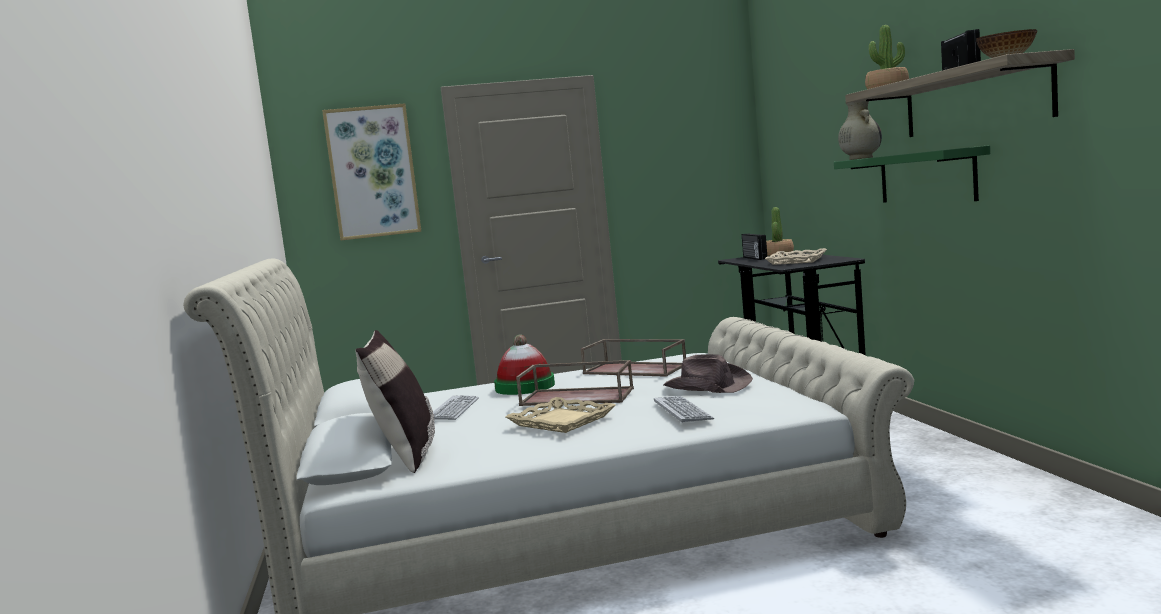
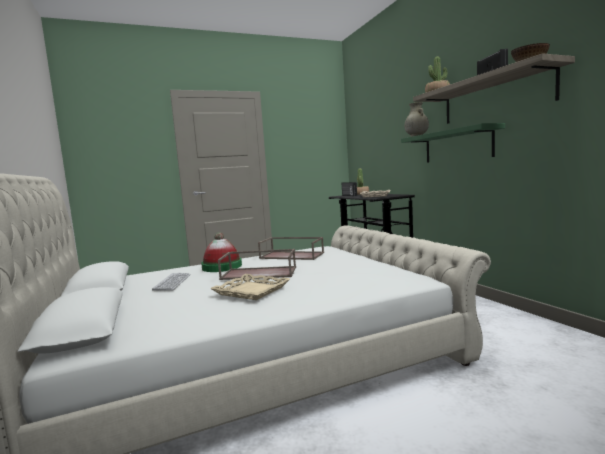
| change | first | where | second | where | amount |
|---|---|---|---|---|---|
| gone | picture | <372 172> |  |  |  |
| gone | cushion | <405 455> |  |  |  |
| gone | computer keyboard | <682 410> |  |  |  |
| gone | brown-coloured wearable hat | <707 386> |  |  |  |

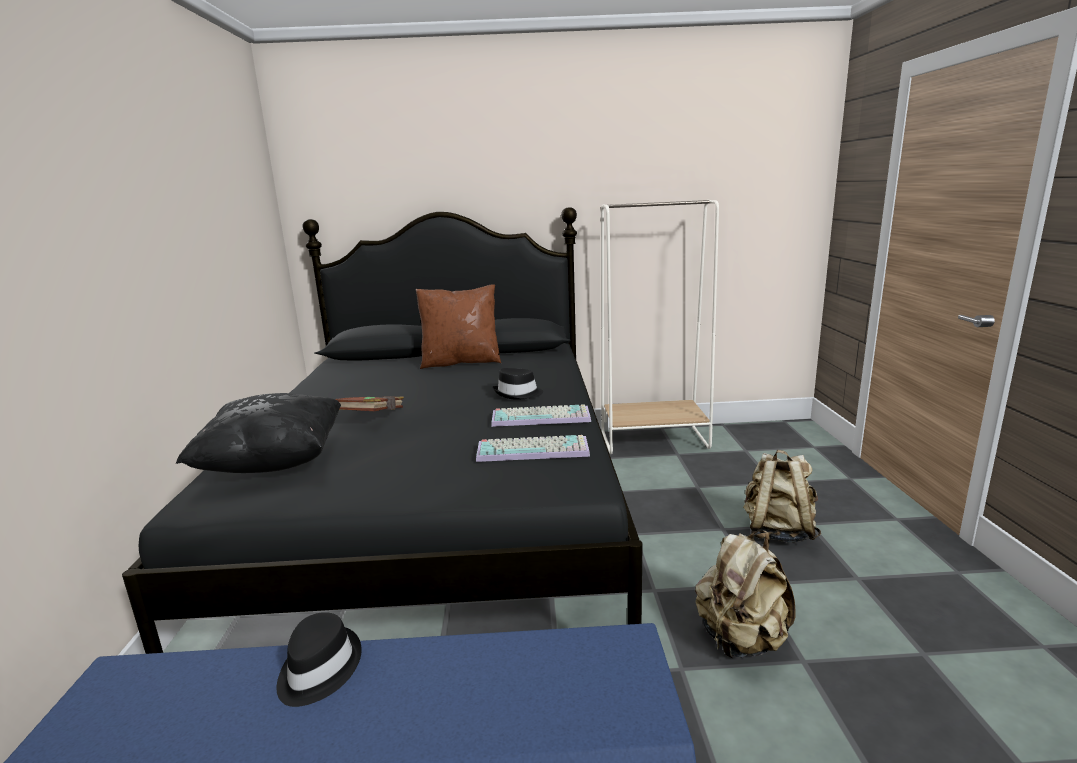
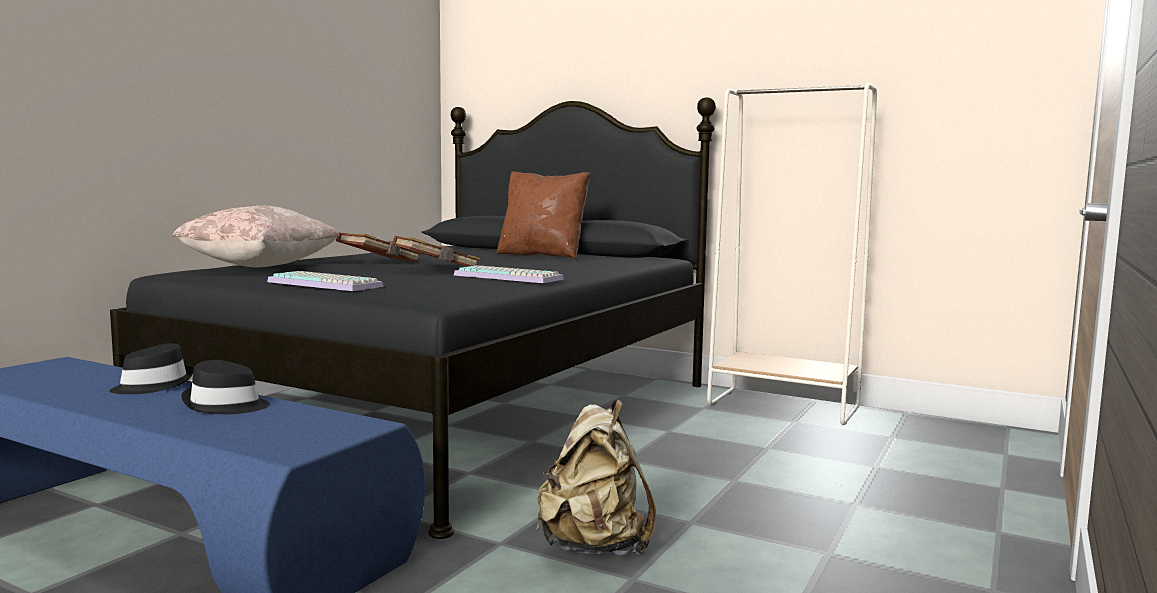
| change | first | where | second | where | amount |
|---|---|---|---|---|---|
| repainted | blackish cushion | <274 462> | sand-coloured cushion | <260 266> |  |
| shifted | blackish wearable hat | <518 394> |  | <226 405> |  |
| shifted | computer keyboard | <534 449> |  | <327 284> |  |
| new |  |  | brown-coloured volume | <436 268> |  |
| gone | sand-coloured backpack | <777 531> |  |  |  |

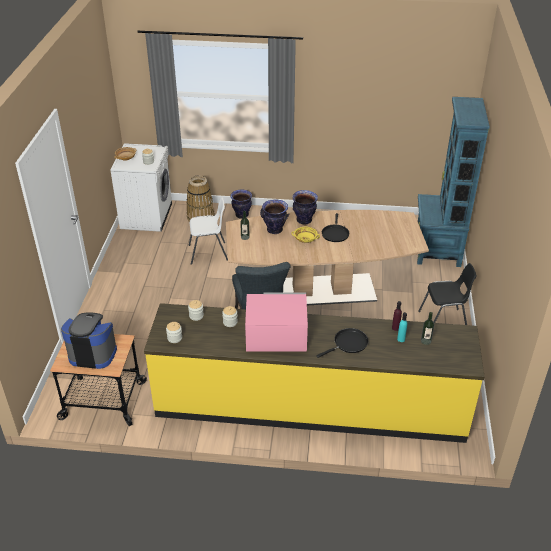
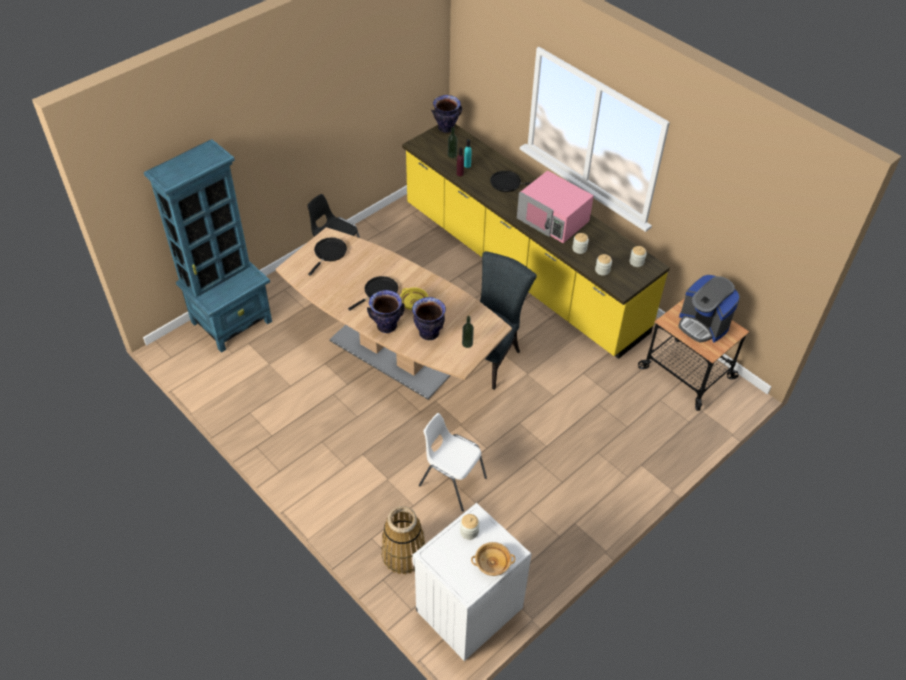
| change | first | where | second | where | amount |
|---|---|---|---|---|---|
| new |  |  | blackish frying pan | <329 253> |  |
| shifted | flower vase | <241 215> |  | <446 128> |  |

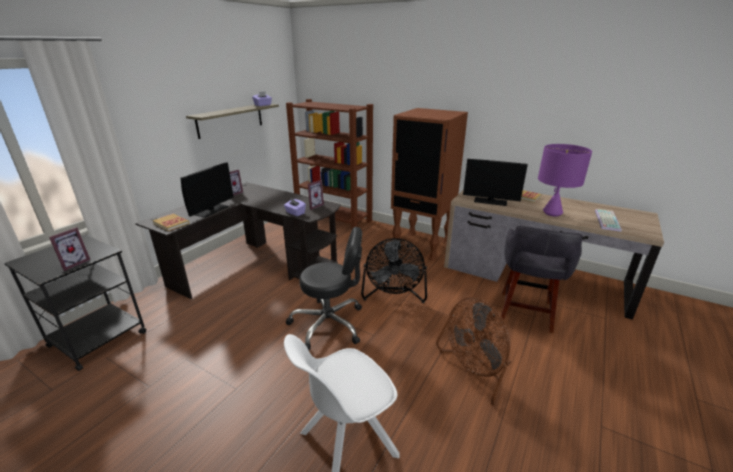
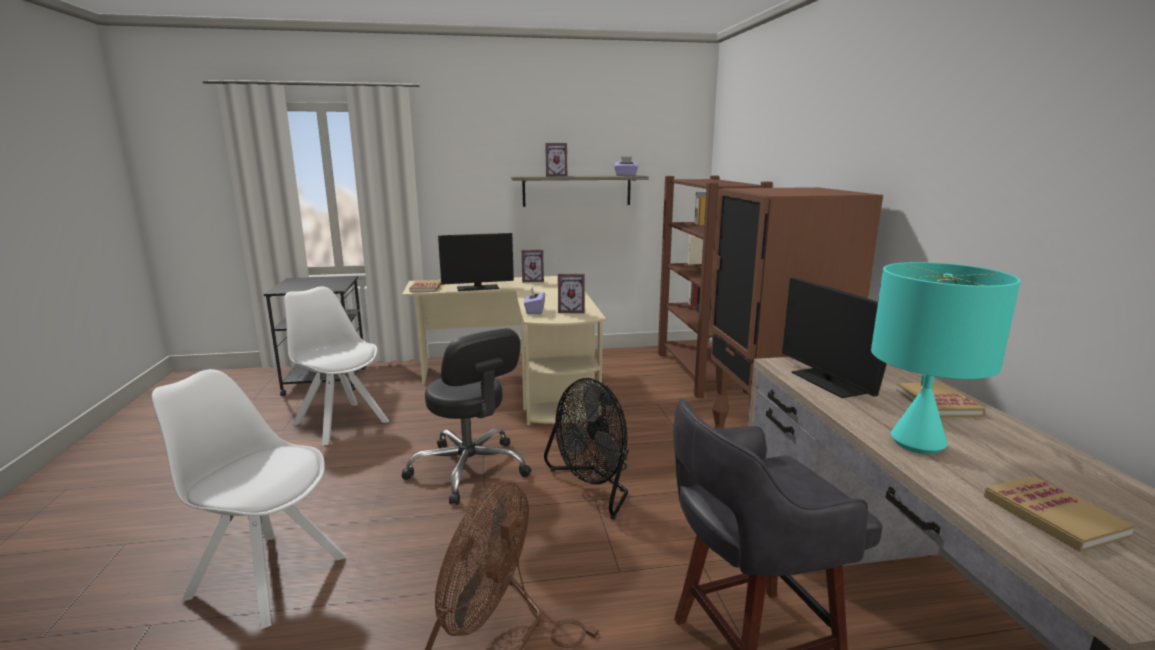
| change | first | where | second | where | amount |
|---|---|---|---|---|---|
| new |  |  | whitish plain chair | <340 422> |  |
| repainted | blackish desk table | <256 266> | sand-coloured desk table | <521 383> |  |
| shifted | standing frame | <73 263> |  | <555 176> |  |
| repainted | purplish table lamp | <552 213> | turquoise-coloured table lamp | <917 445> |  |
| swapped | computer keyboard | <606 220> | volume | <1053 516> |  |

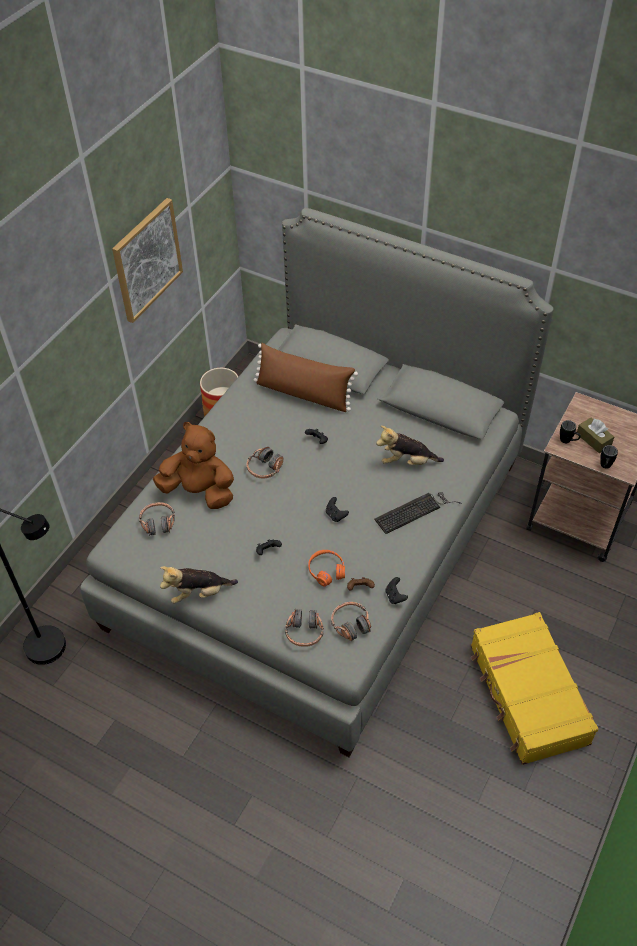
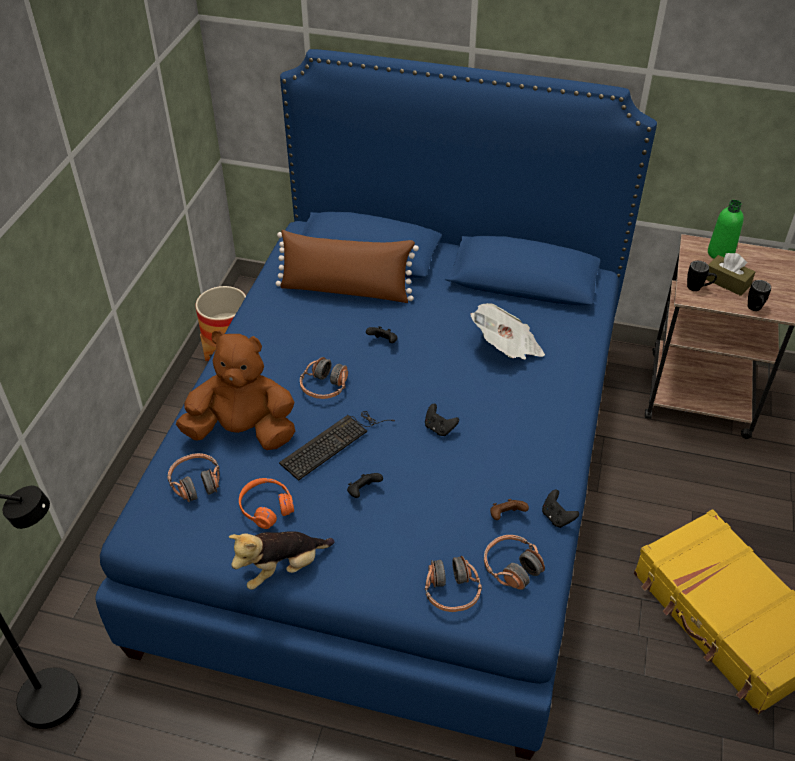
| change | first | where | second | where | amount |
|---|---|---|---|---|---|
| repainted | gray sleeping bed | <319 540> | blue sleeping bed | <396 479> |  |
| shifted | orange-coloured headset | <326 571> |  | <266 508> |  |
| shifted | computer keyboard | <415 511> |  | <334 442> |  |
| swapped | plush toy | <407 462> | newspaper | <507 347> |  |
| new |  |  | greenish drink bottle | <720 253> |  |
| gone | picture | <146 260> |  |  |  |

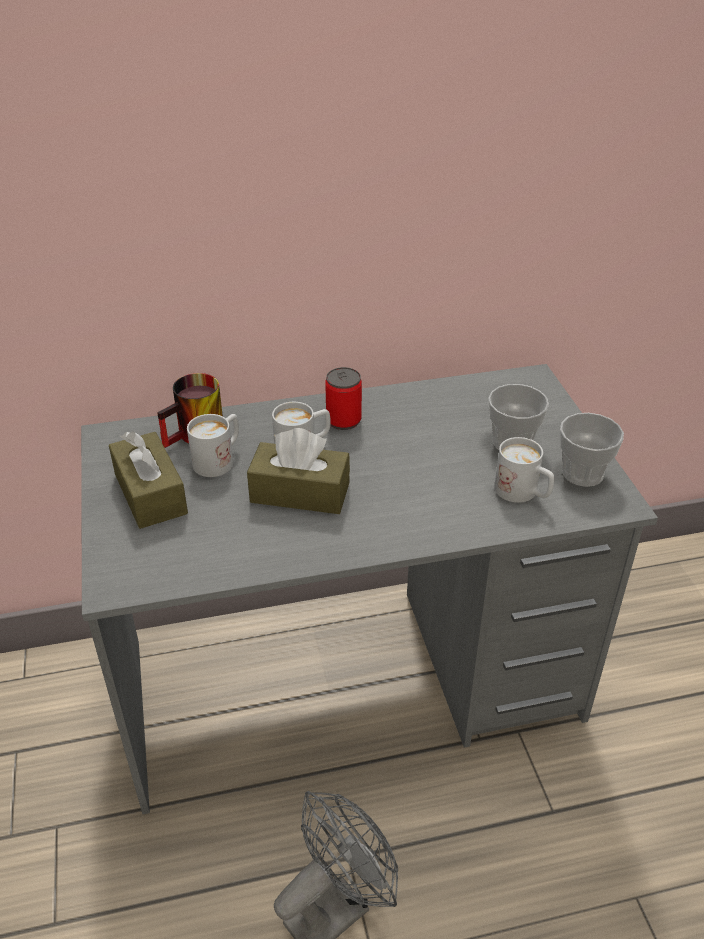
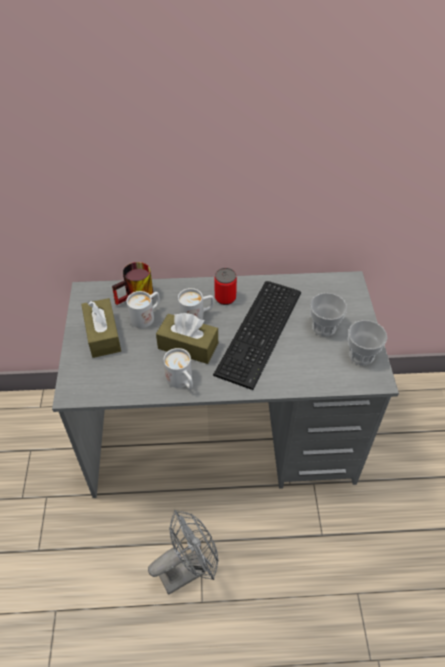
| change | first | where | second | where | amount |
|---|---|---|---|---|---|
| shifted | whitish tea mug | <523 493> |  | <182 381> |  |
| new |  |  | computer keyboard | <262 331> |  |

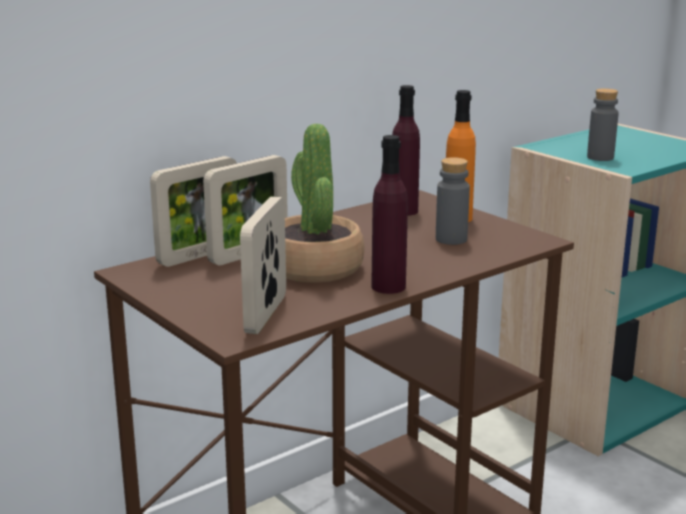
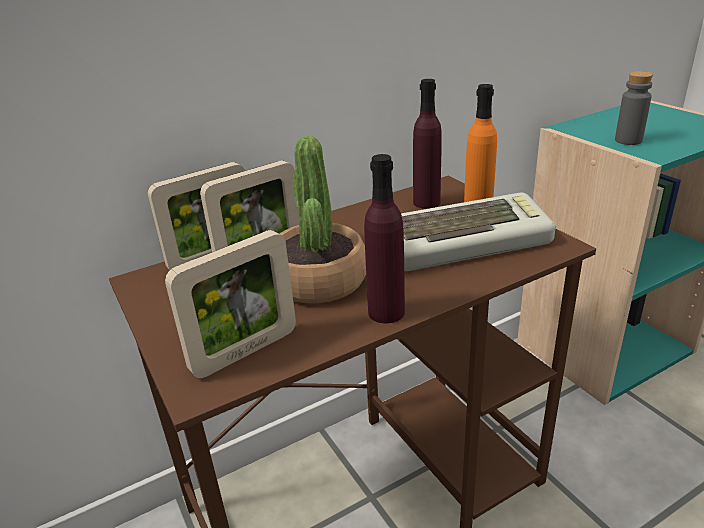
| change | first | where | second | where | amount |
|---|---|---|---|---|---|
| rotated | standing frame | <266 314> |  | <245 352> | 150 degrees counterclockwise |
| swapped | gray drink bottle | <451 239> | computer keyboard | <466 242> |  |

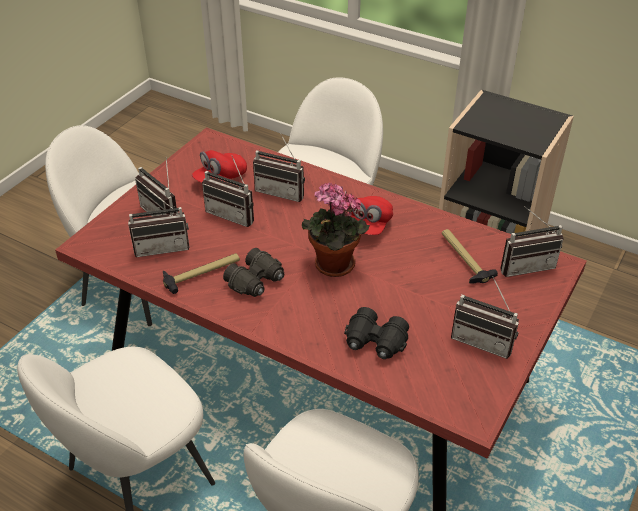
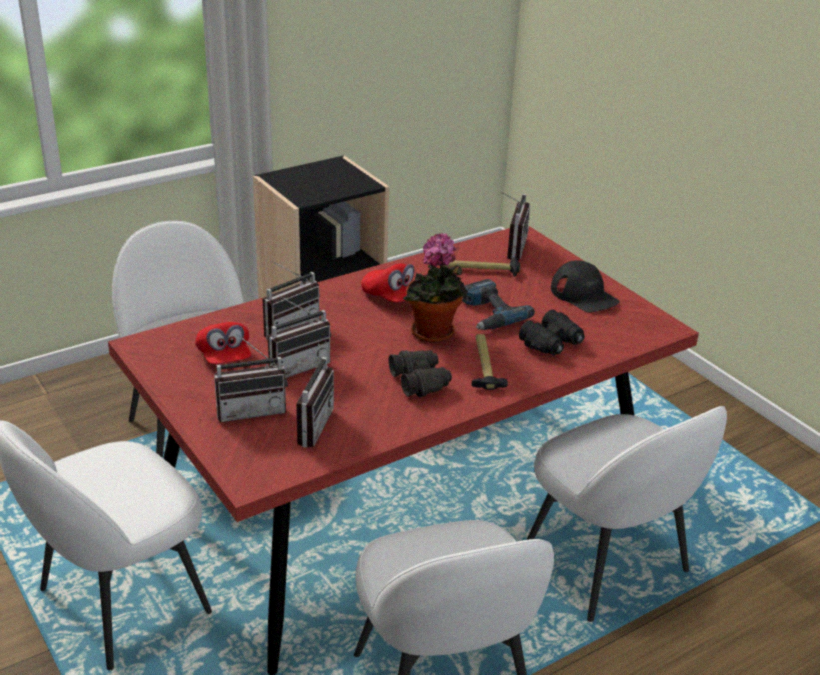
| change | first | where | second | where | amount |
|---|---|---|---|---|---|
| new |  |  | power drill | <488 313> |  |
| shifted | tool hammer | <202 274> |  | <484 366> |  |
| swapped | radio set | <484 340> | blackish baseball cap | <584 295> |  |

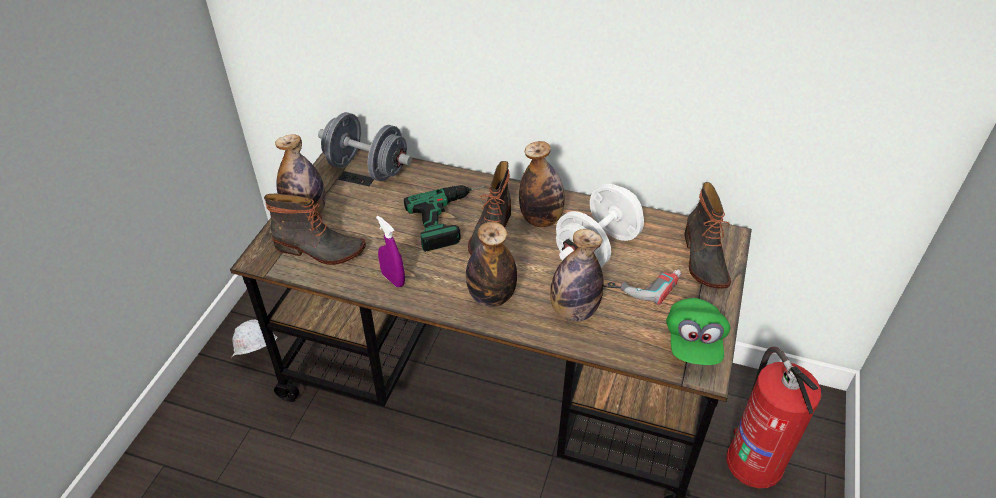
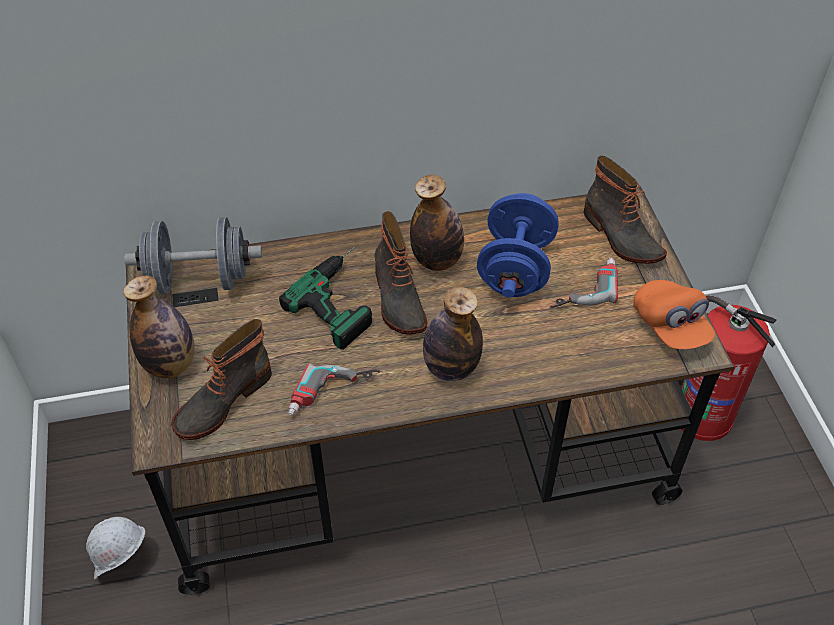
| change | first | where | second | where | amount |
|---|---|---|---|---|---|
| rotated | high-top boot | <319 250> |  | <222 400> | 150 degrees clockwise |
| swapped | purplish hand sprayer | <393 279> | power drill | <333 396> |  |
| repainted | whitish dumbbell | <597 248> | blue dumbbell | <515 268> |  |
| repainted | greenish baseball cap | <693 342> | orange-coloured baseball cap | <670 326> |  |
| gone | drink bottle | <573 311> |  |  |  |

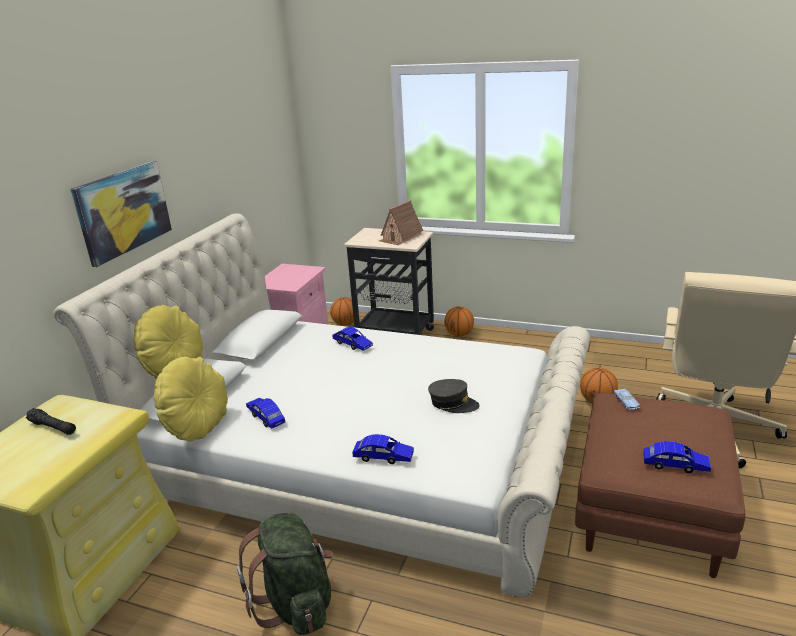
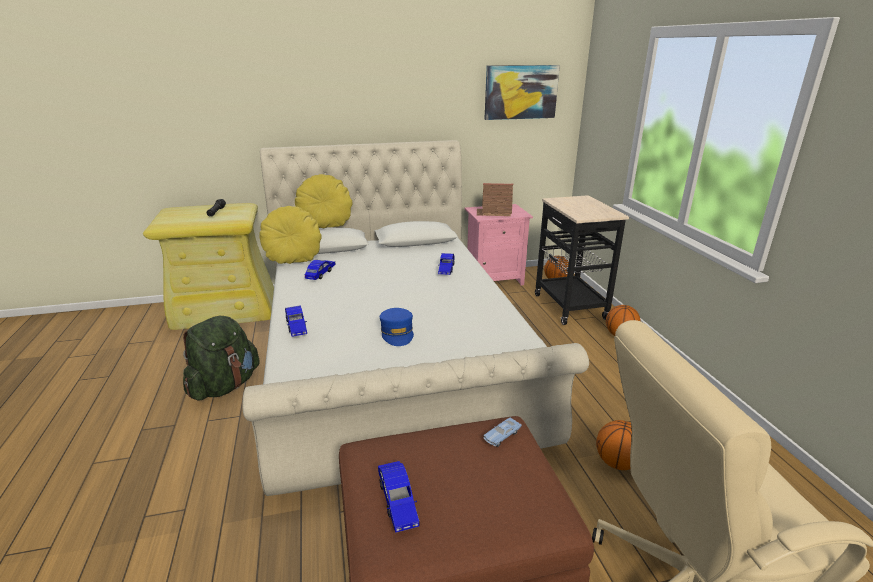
| change | first | where | second | where | amount |
|---|---|---|---|---|---|
| repainted | gray baseball cap | <453 403> | blue baseball cap | <397 333> |  |
| shifted | miniature house | <400 237> |  | <494 212> |  |
| shifted | picture | <123 211> |  | <520 92> |  |

